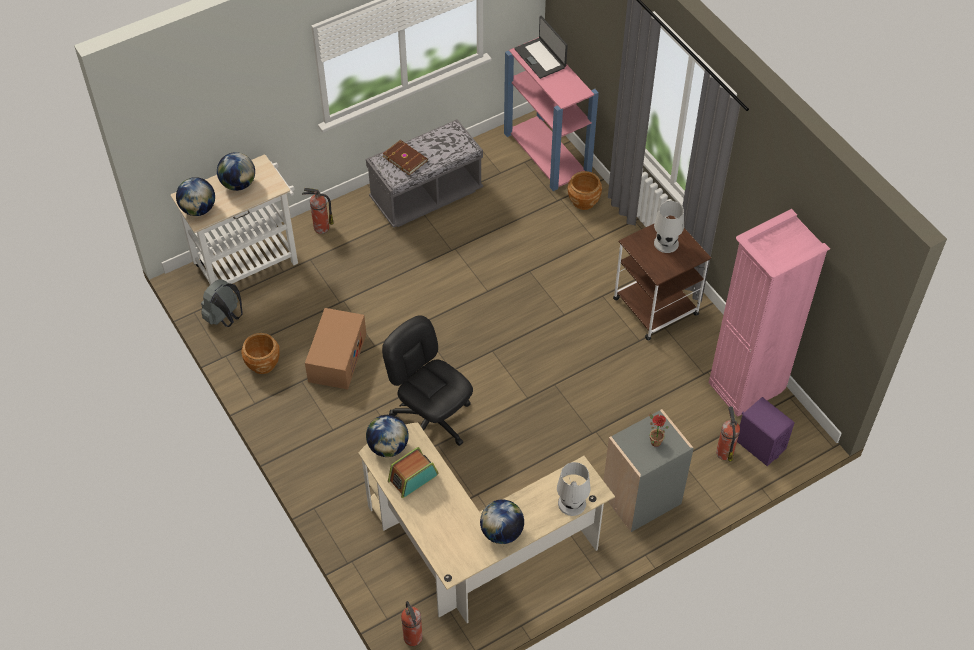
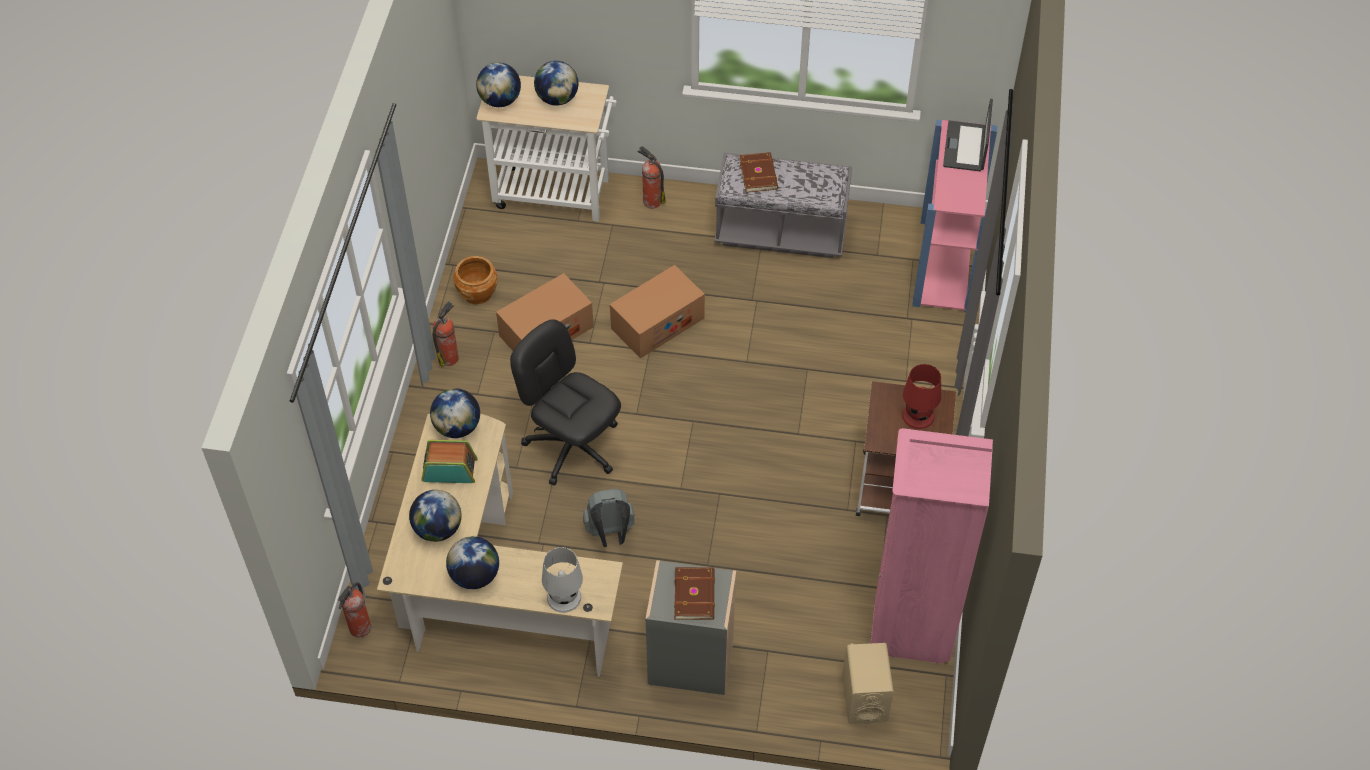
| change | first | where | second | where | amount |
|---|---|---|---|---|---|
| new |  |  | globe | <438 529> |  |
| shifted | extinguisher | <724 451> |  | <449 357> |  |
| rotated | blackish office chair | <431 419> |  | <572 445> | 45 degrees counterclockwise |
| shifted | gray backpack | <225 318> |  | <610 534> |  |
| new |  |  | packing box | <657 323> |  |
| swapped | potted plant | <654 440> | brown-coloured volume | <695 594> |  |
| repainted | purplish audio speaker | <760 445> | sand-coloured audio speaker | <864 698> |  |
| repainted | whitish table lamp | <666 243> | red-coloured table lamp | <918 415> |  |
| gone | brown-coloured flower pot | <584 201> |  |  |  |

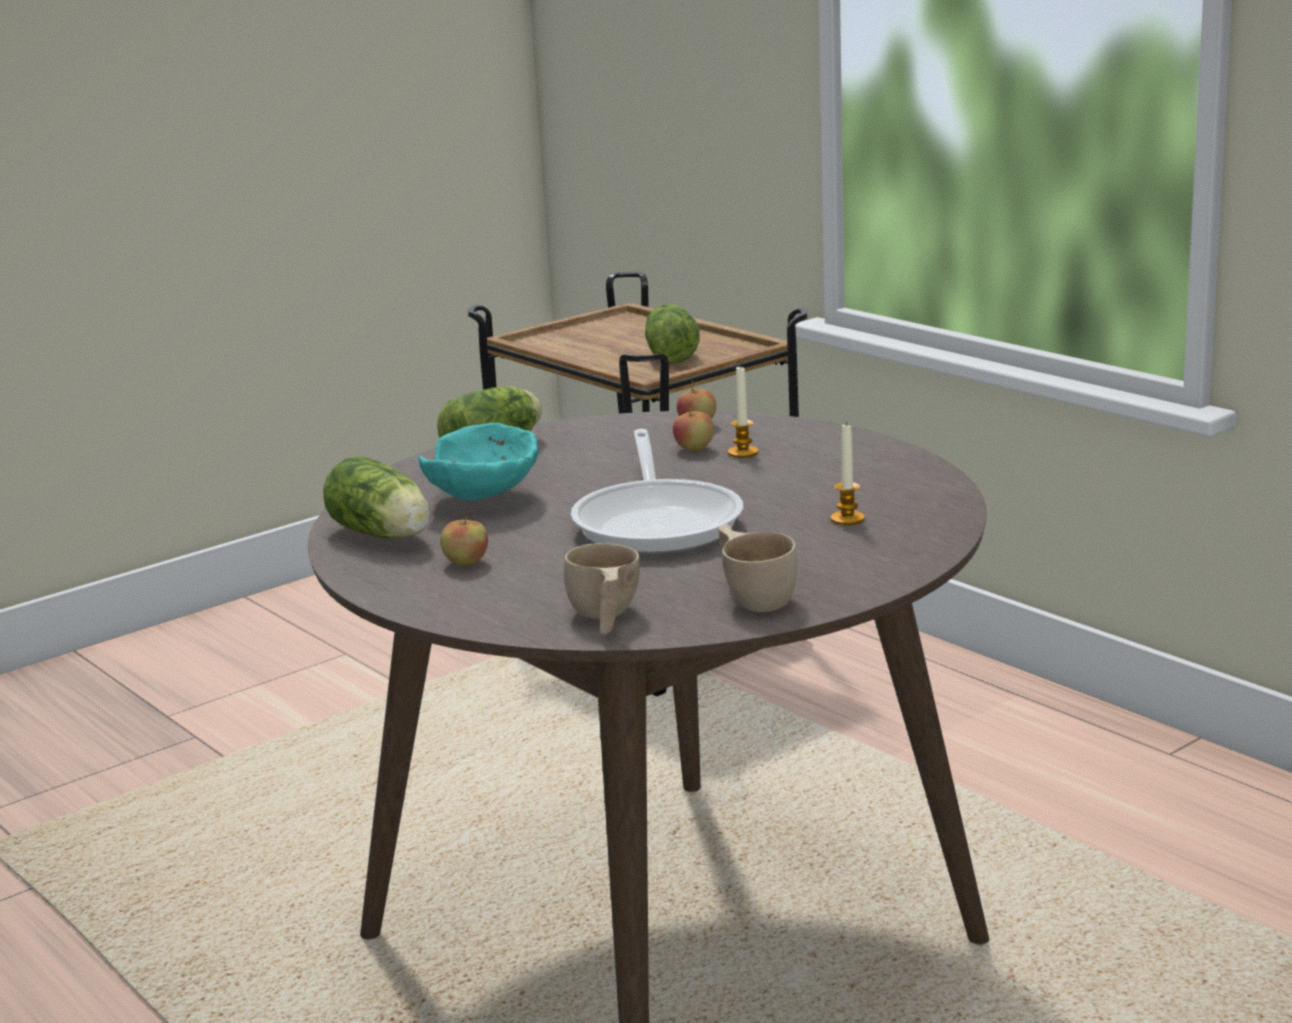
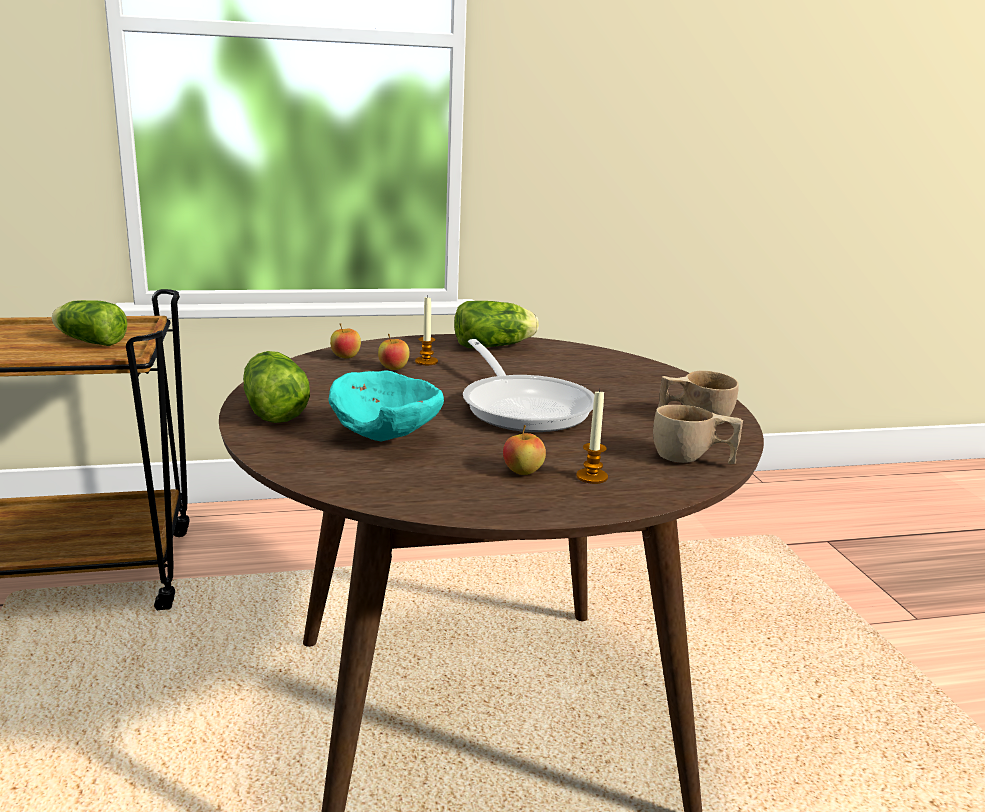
| change | first | where | second | where | amount |
|---|---|---|---|---|---|
| shifted | lettuce | <384 535> |  | <496 346> |  |
| rotated | frying pan | <658 522> |  | <524 407> | 45 degrees clockwise |
| shifted | wax light | <847 519> |  | <592 477> |  |

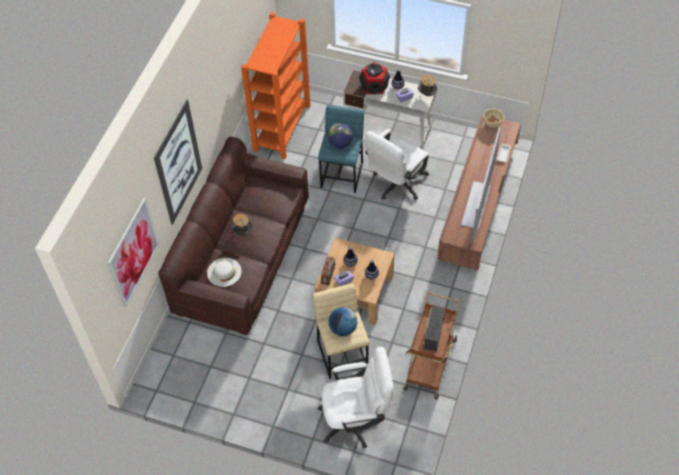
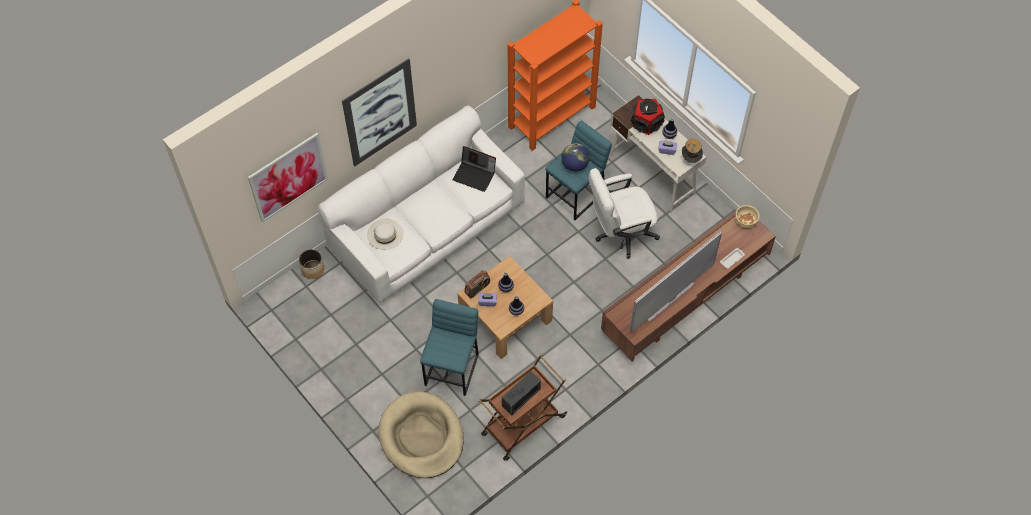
| change | first | where | second | where | amount |
|---|---|---|---|---|---|
| new |  |  | flower pot | <313 269> |  |
| repainted | brown-coloured settee | <243 257> | whitish settee | <427 228> |  |
| swapped | whitish office chair | <356 420> | sand-coloured pet bed | <421 437> |  |
| repainted | sand-coloured stool seat | <342 353> | blue stool seat | <452 368> |  |
| new |  |  | notebook computer | <475 175> |  |
| gone | wearable hat | <243 233> |  |  |  |
| gone | globe | <343 328> |  |  |  |

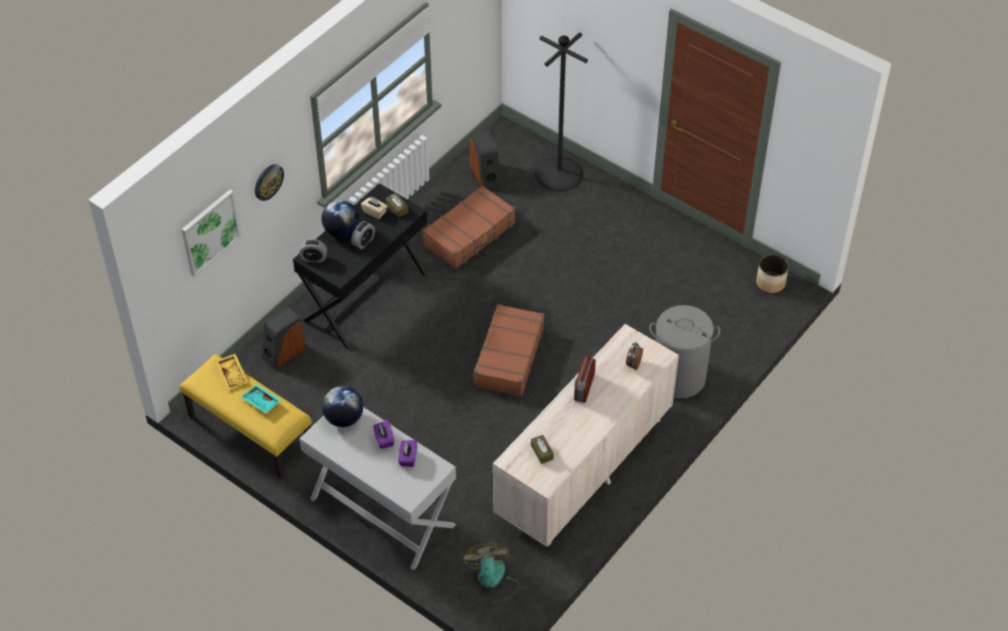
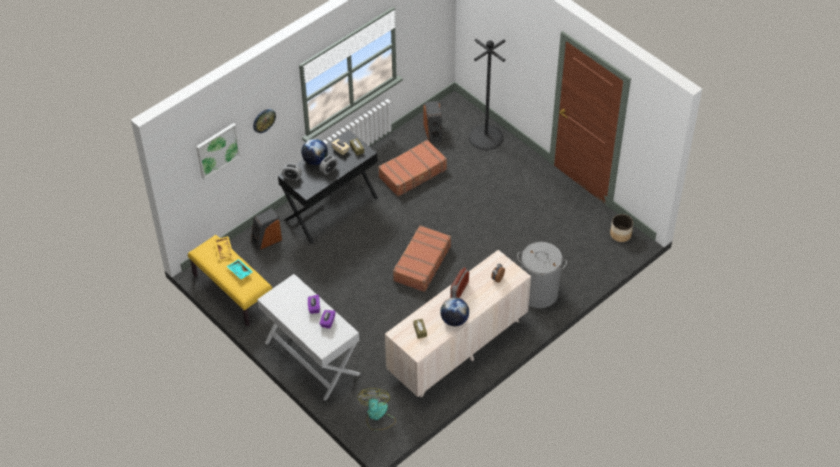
| change | first | where | second | where | amount |
|---|---|---|---|---|---|
| shifted | globe | <344 418> |  | <454 320> |  |

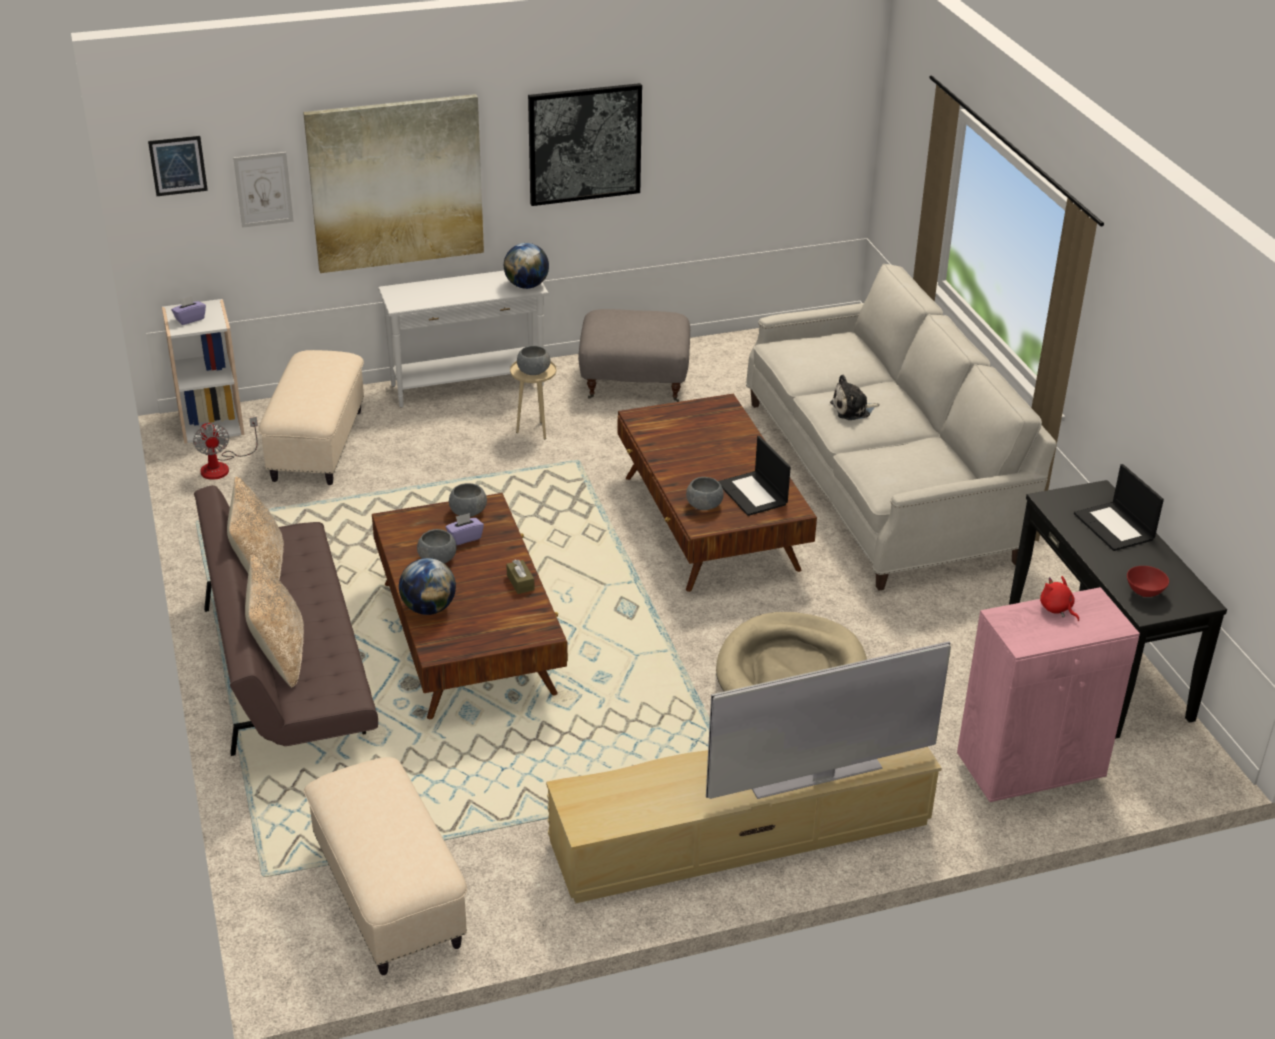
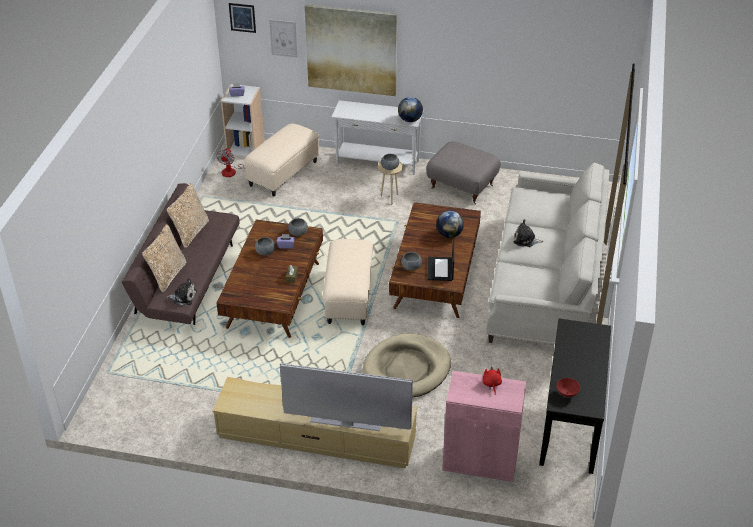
| change | first | where | second | where | amount |
|---|---|---|---|---|---|
| new |  |  | plush toy | <183 297> |  |
| shifted | sand-coloured footrest | <390 895> |  | <349 297> |  |
| shifted | globe | <428 608> |  | <449 234> |  |
| gone | picture | <584 144> |  |  |  |
| gone | notebook computer | <1115 527> |  |  |  |

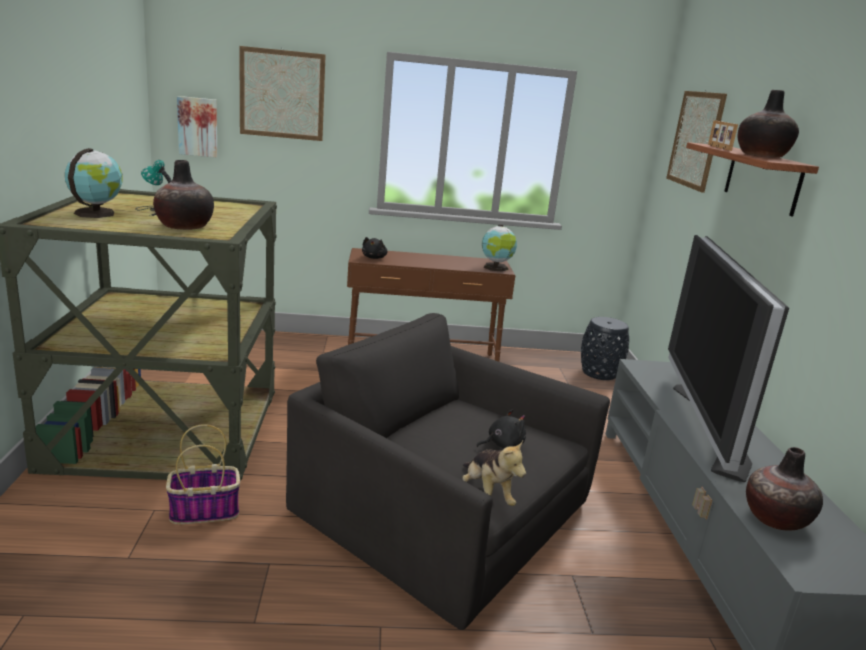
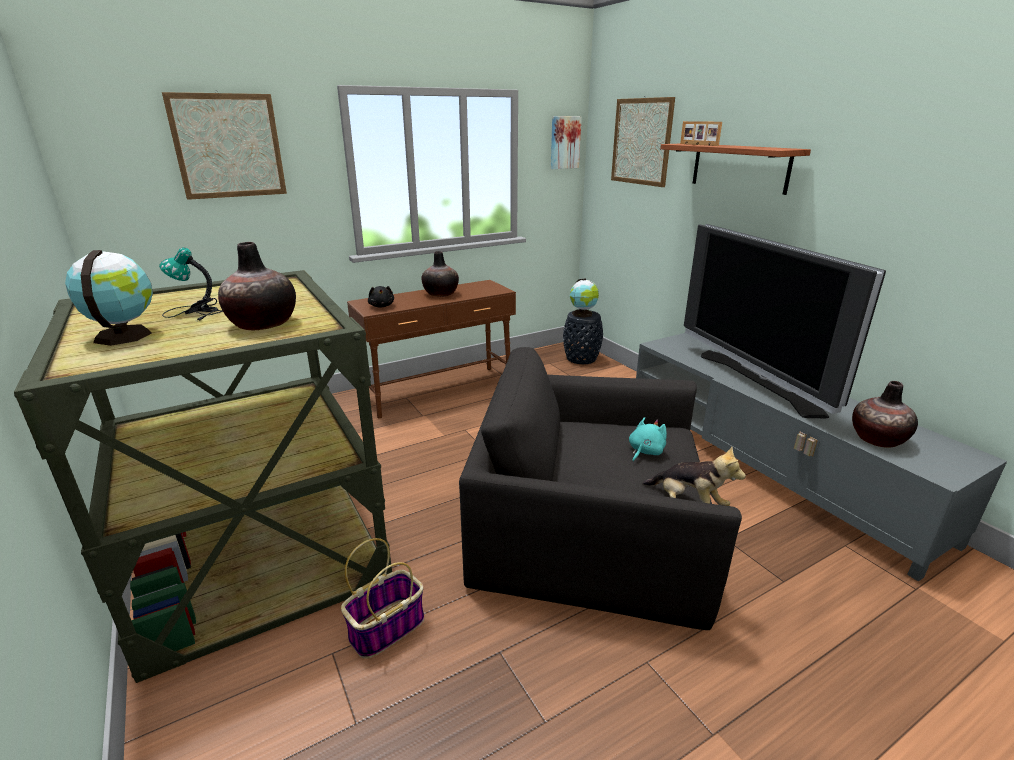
| change | first | where | second | where | amount |
|---|---|---|---|---|---|
| shifted | flower vase | <761 156> |  | <441 294> |  |
| shifted | picture | <198 126> |  | <564 142> |  |
| shifted | globe | <496 268> |  | <583 314> |  |
| repainted | blackish plush toy | <502 445> | turquoise-coloured plush toy | <645 451> |  |

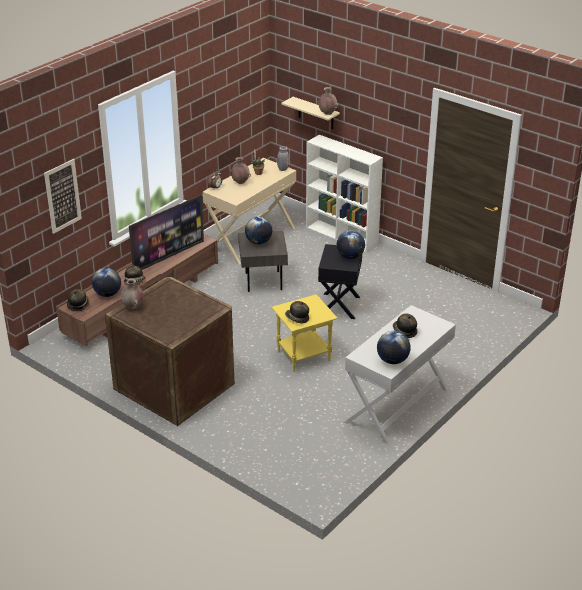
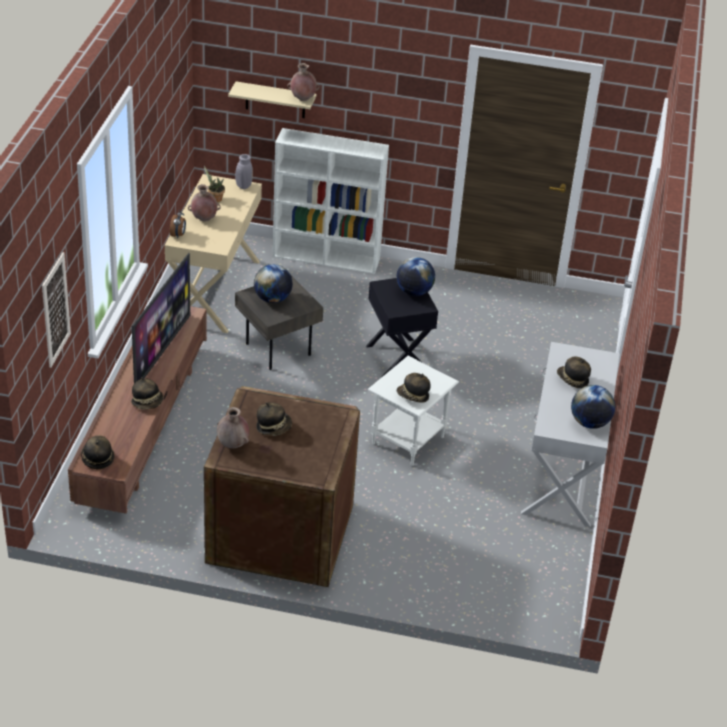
| change | first | where | second | where | amount |
|---|---|---|---|---|---|
| new |  |  | wearable hat | <273 427> |  |
| repainted | yellow end table | <303 356> | whitish end table | <407 441> |  |
| gone | globe | <107 294> |  |  |  |

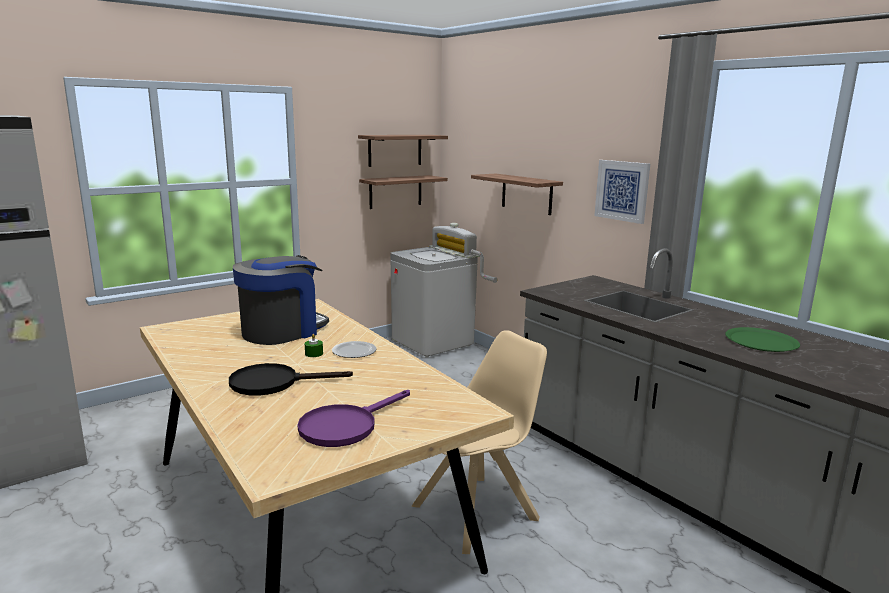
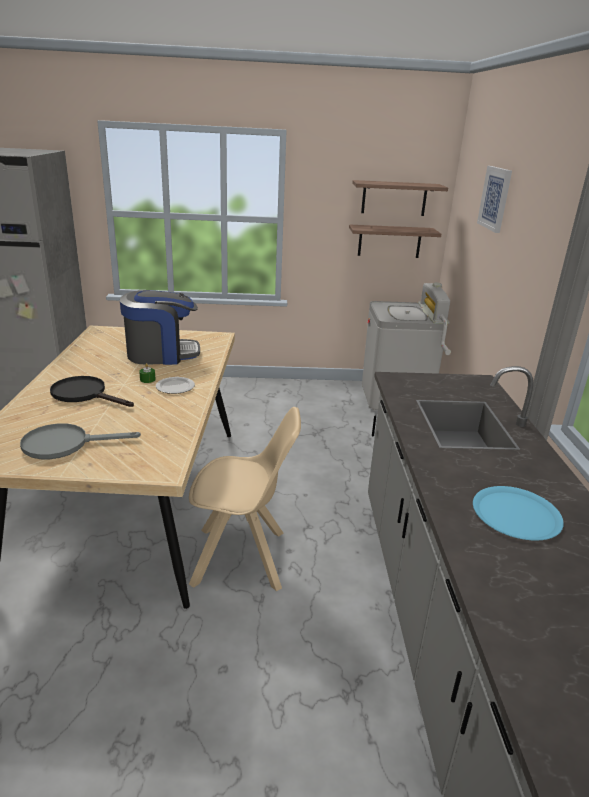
| change | first | where | second | where | amount |
|---|---|---|---|---|---|
| repainted | purplish frying pan | <346 426> | gray frying pan | <65 444> |  |
| repainted | greenish flat dish | <761 341> | blue flat dish | <516 514> |  |
| shifted | picture | <622 190> |  | <495 198> |  |
| gone | shelf | <526 194> |  |  |  |

